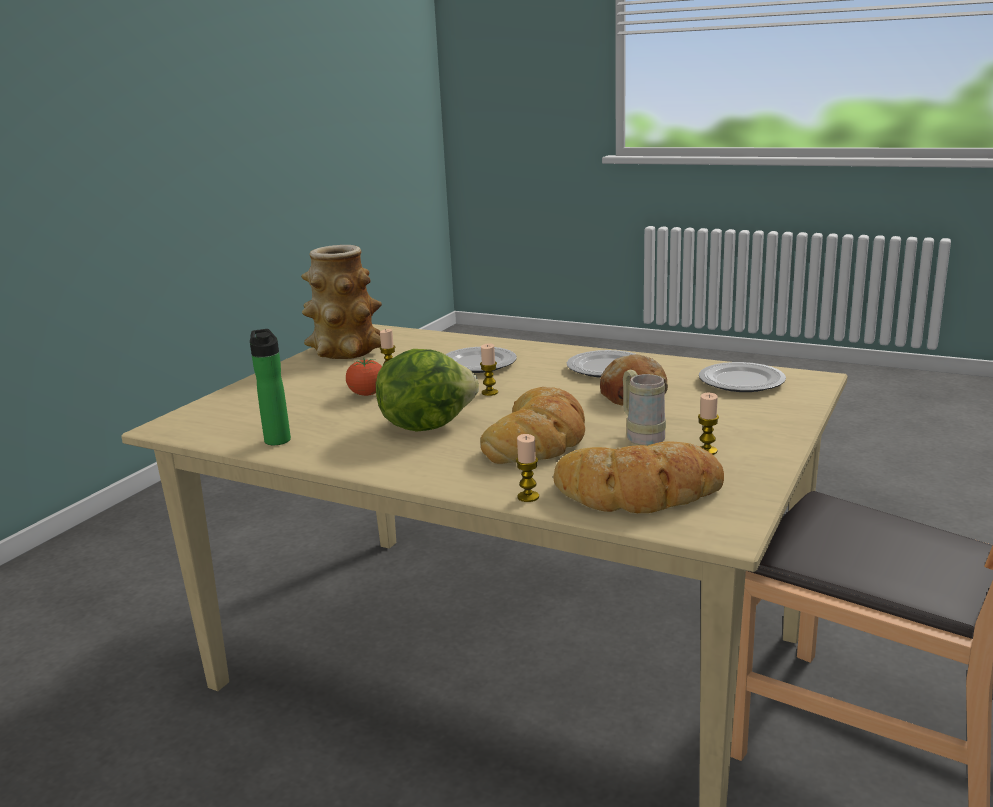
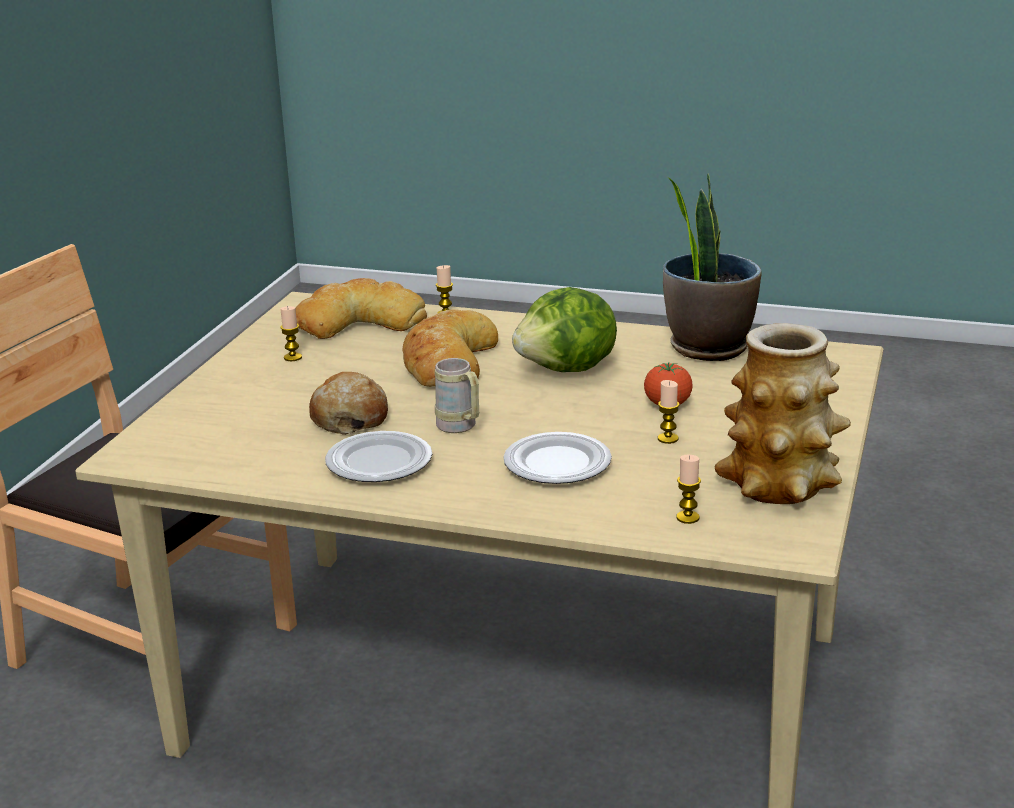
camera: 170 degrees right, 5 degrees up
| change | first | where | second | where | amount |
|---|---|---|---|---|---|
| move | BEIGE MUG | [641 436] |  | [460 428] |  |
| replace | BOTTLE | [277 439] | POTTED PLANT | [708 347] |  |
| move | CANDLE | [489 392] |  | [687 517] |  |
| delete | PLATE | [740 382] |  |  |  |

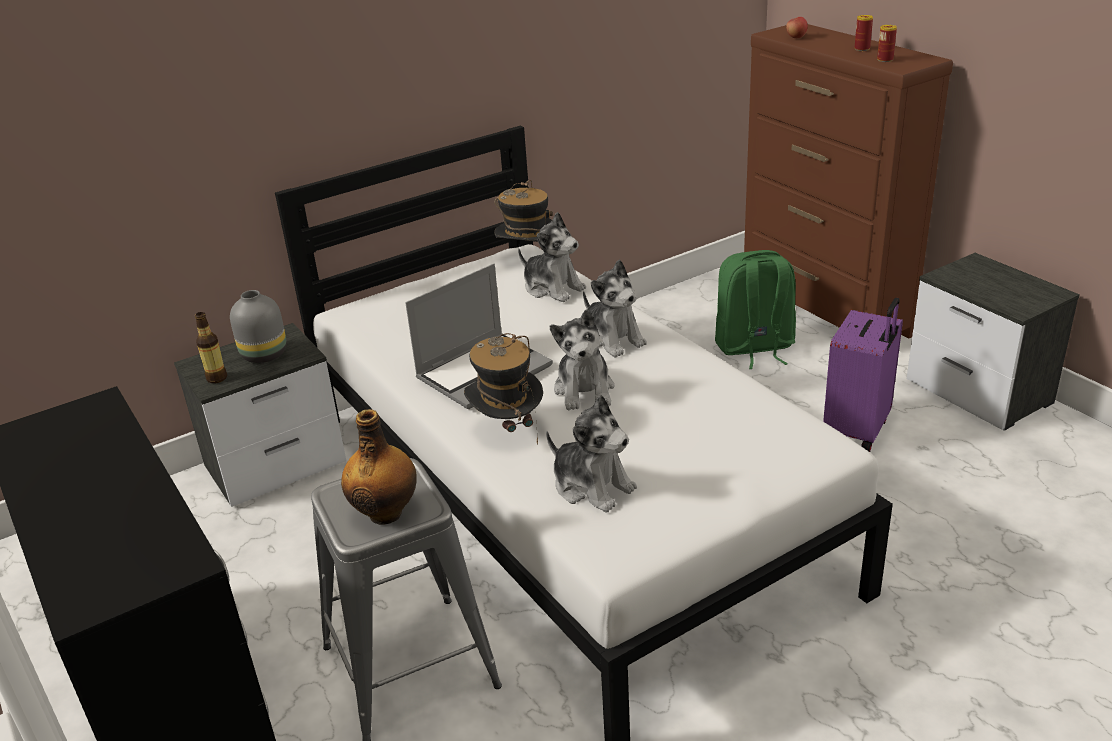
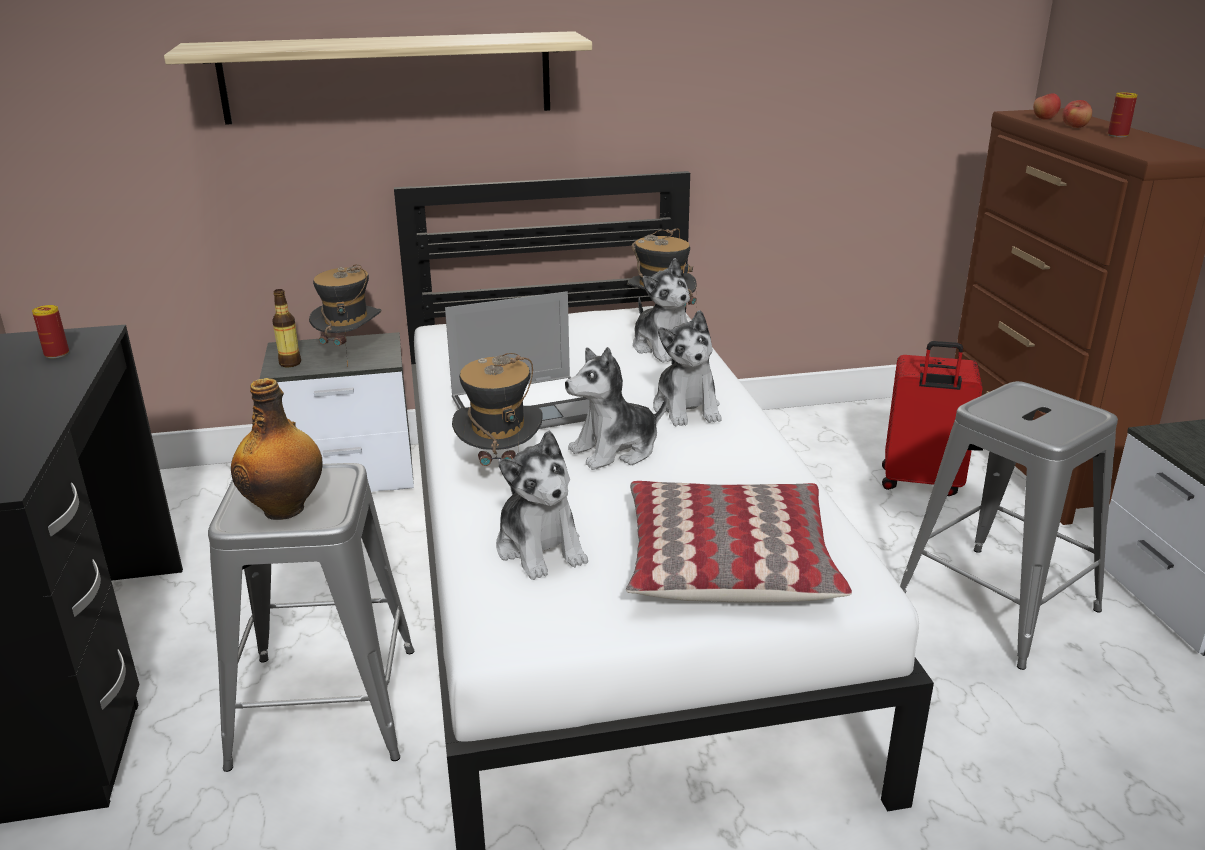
camera: 20 degrees right, 5 degrees down
| change | first | where | second | where | amount |
|---|---|---|---|---|---|
| move | CAN | [885 60] |  | [57 354] |  |
| insert |  |  | SHELF | [388 77] |  |
| replace | GREY VASE | [265 354] | HAT | [350 353] |  |
| rotate | PLUSH TOY | [584 390] |  | [615 450] | 45 degrees clockwise |
| insert |  |  | PILLOW | [728 562] |  |
| replace | GREEN BACKPACK | [754 348] | RED SUITCASE | [920 483] |  |
| replace | PURPLE SUITCASE | [858 431] | GREY STOOL | [997 604] |  |
| insert |  |  | APPLE | [1074 127] |  |

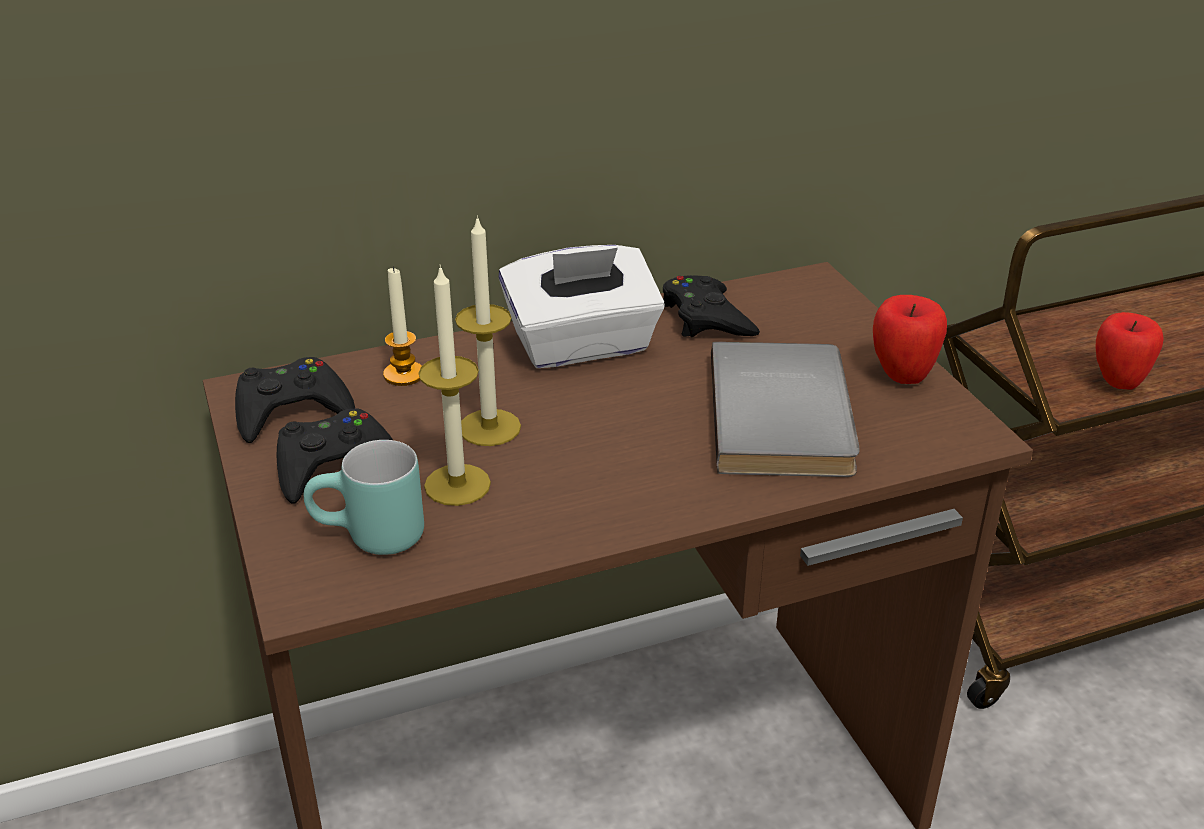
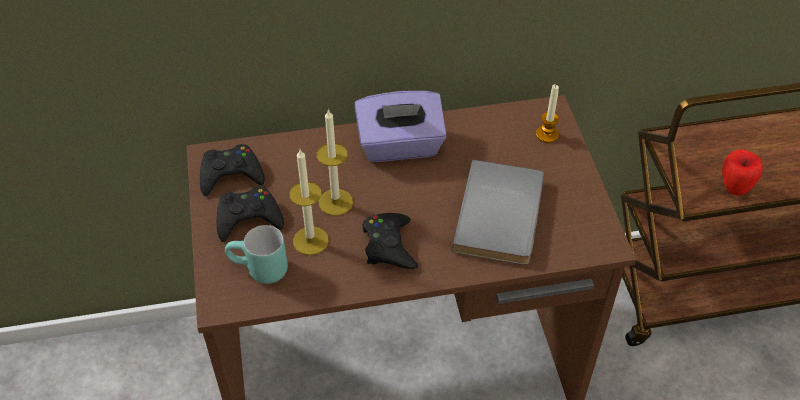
camera: 10 degrees right, 15 degrees up
| change | first | where | second | where | amount |
|---|---|---|---|---|---|
| recolor | WHITE TISSUE BOX | [582 345] | PURPLE TISSUE BOX | [400 146] |  |
| move | BLACK GAME CONTROLLER | [706 318] |  | [389 246] |  |
| move | CANDLE | [404 374] |  | [547 134] |  |
| delete | APPLE | [902 377] |  |  |  |

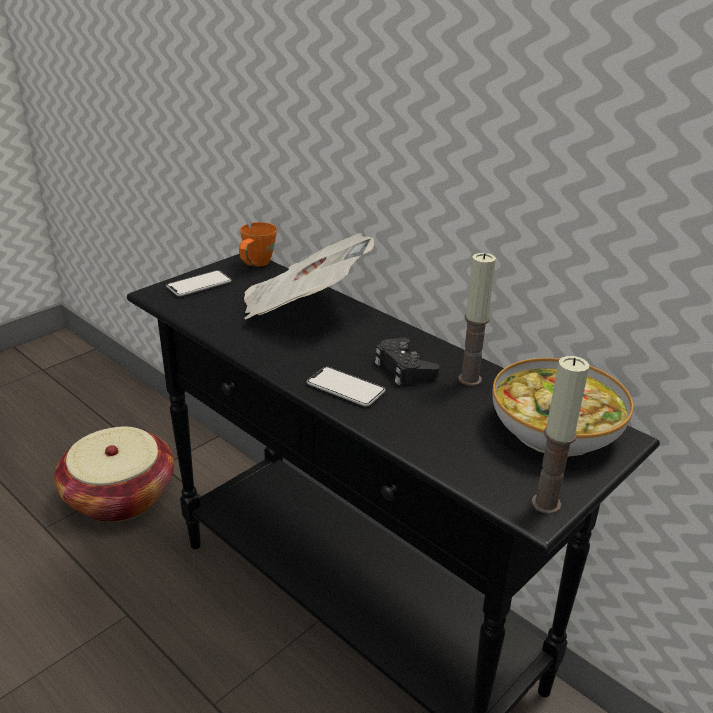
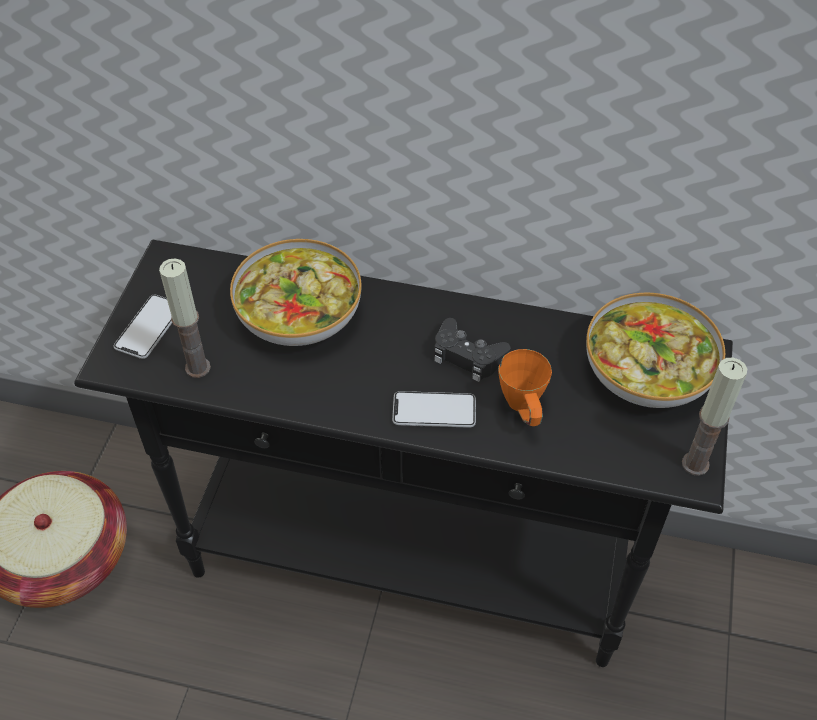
camera: 30 degrees left, 20 degrees up
| change | first | where | second | where | amount |
|---|---|---|---|---|---|
| move | CANDLE | [470 379] |  | [198 367] |  |
| replace | NEWSPAPER | [302 308] | BOWL | [298 313] |  |
| move | ORANGE MUG | [256 266] |  | [523 411] |  |

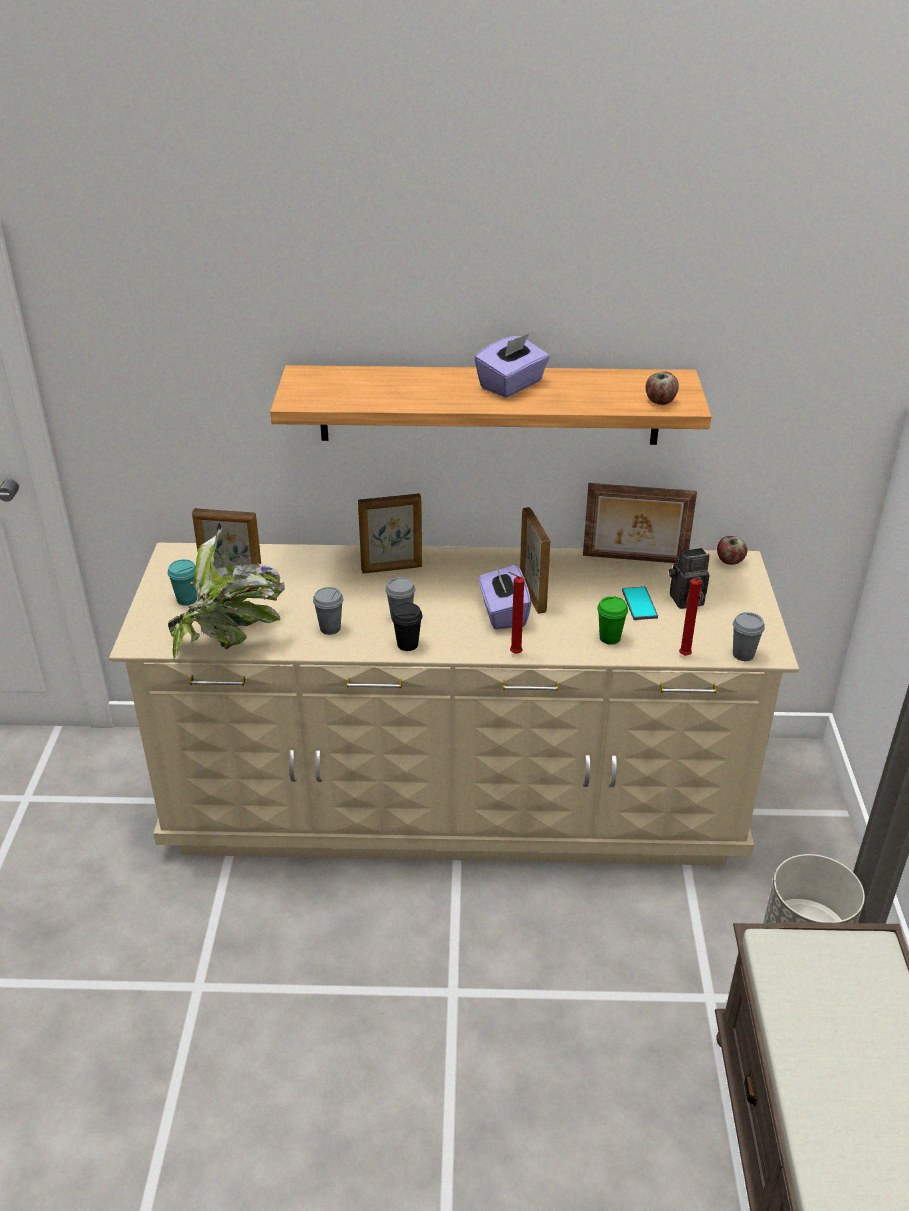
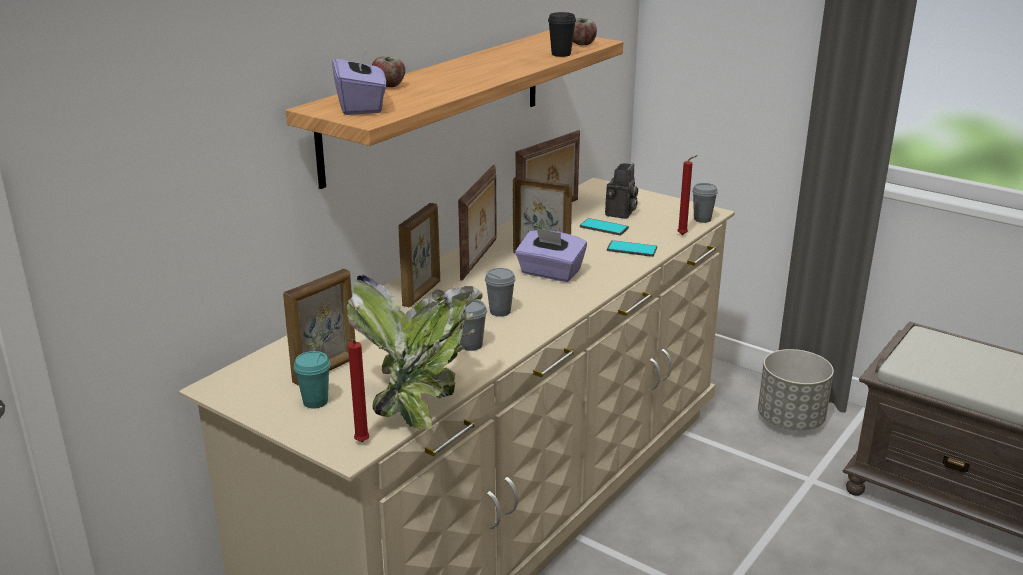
camera: 55 degrees left, 10 degrees down
| change | first | where | second | where | amount |
|---|---|---|---|---|---|
| move | PURPLE TISSUE BOX | [512 385] |  | [361 106] |  |
| move | RED CANDLE | [513 654] |  | [360 443] |  |
| move | APPLE | [729 561] |  | [389 86] |  |
| insert |  |  | PICTURE FRAME | [480 259] |  |
| move | BLACK CUP | [407 644] |  | [561 54] |  |
| replace | GREEN CUP | [609 638] | PHONE | [631 249] |  |

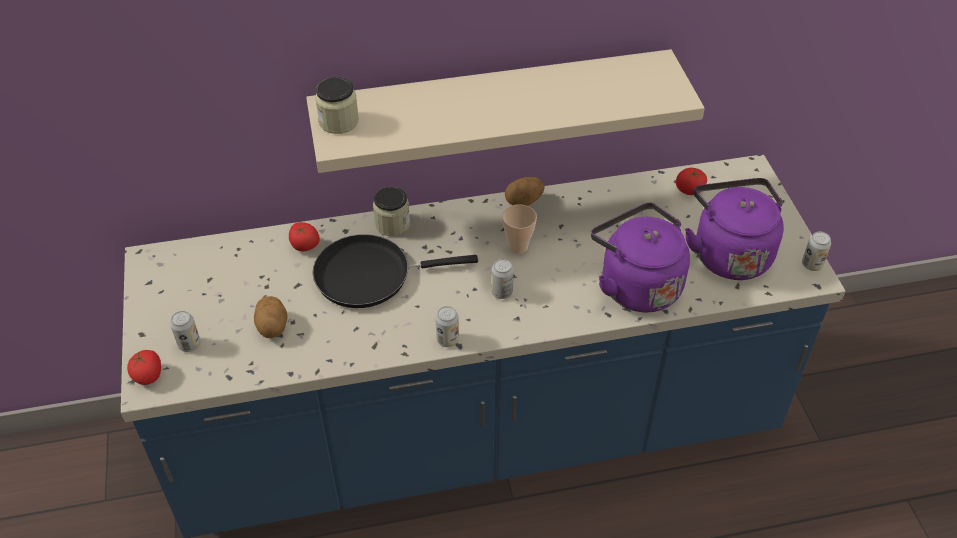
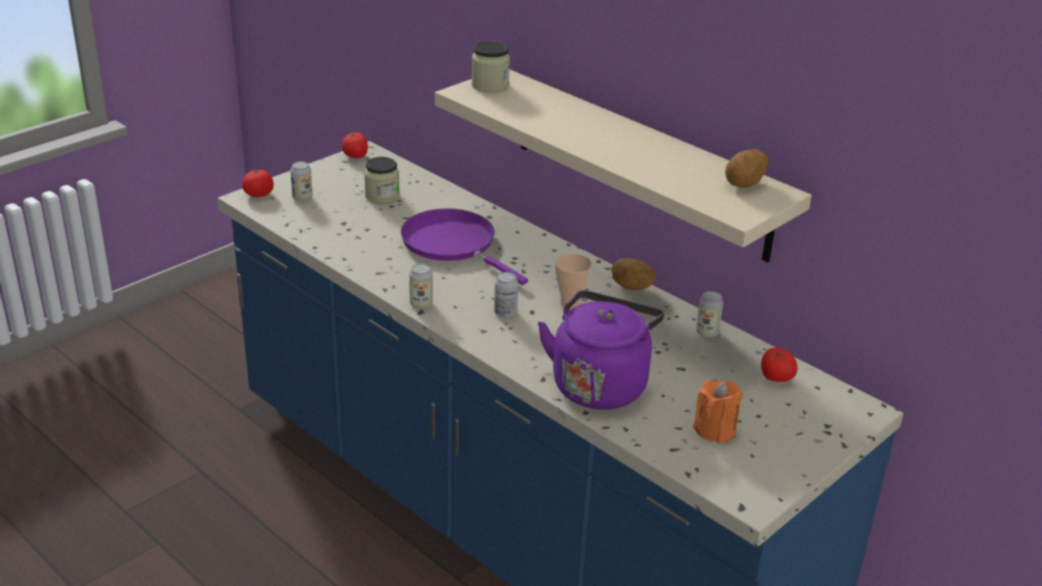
camera: 55 degrees right, 15 degrees down
| change | first | where | second | where | amount |
|---|---|---|---|---|---|
| move | TOMATO | [304 246] |  | [355 156] |  |
| move | JAR | [392 224] |  | [382 196] |  |
| recolor | BLACK FRYING PAN | [370 275] | PURPLE FRYING PAN | [453 244] |  |
| replace | PURPLE KETTLE | [729 253] | ORANGE CANDLE | [715 430] |  |
| move | CAN | [812 265] |  | [707 332] |  |
| move | POTATO | [273 327] |  | [745 184] |  |

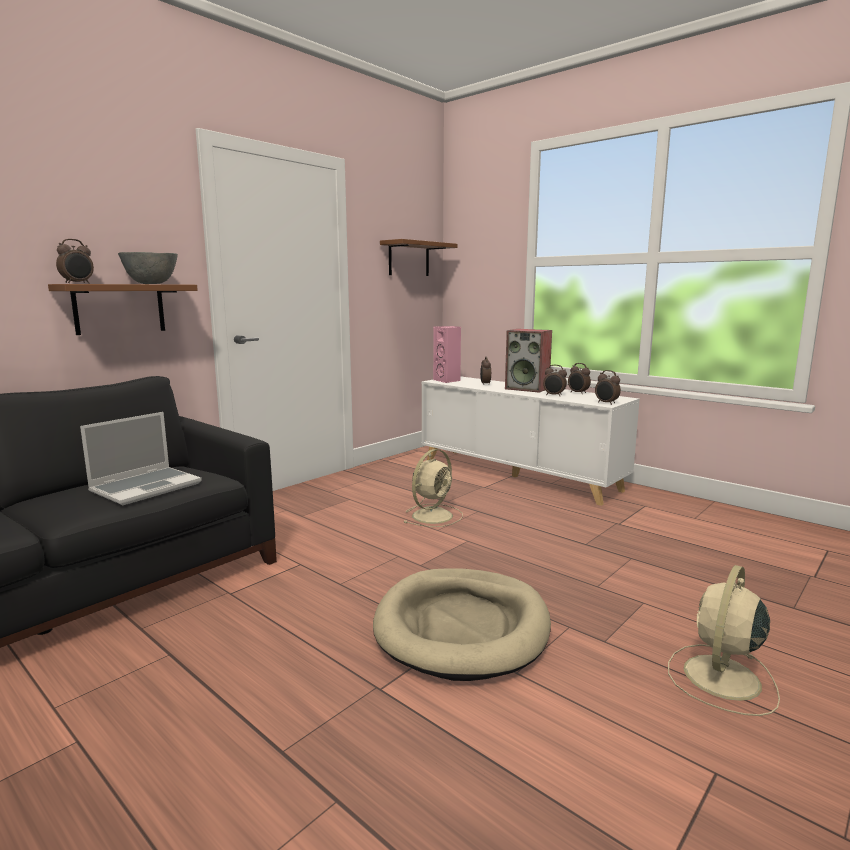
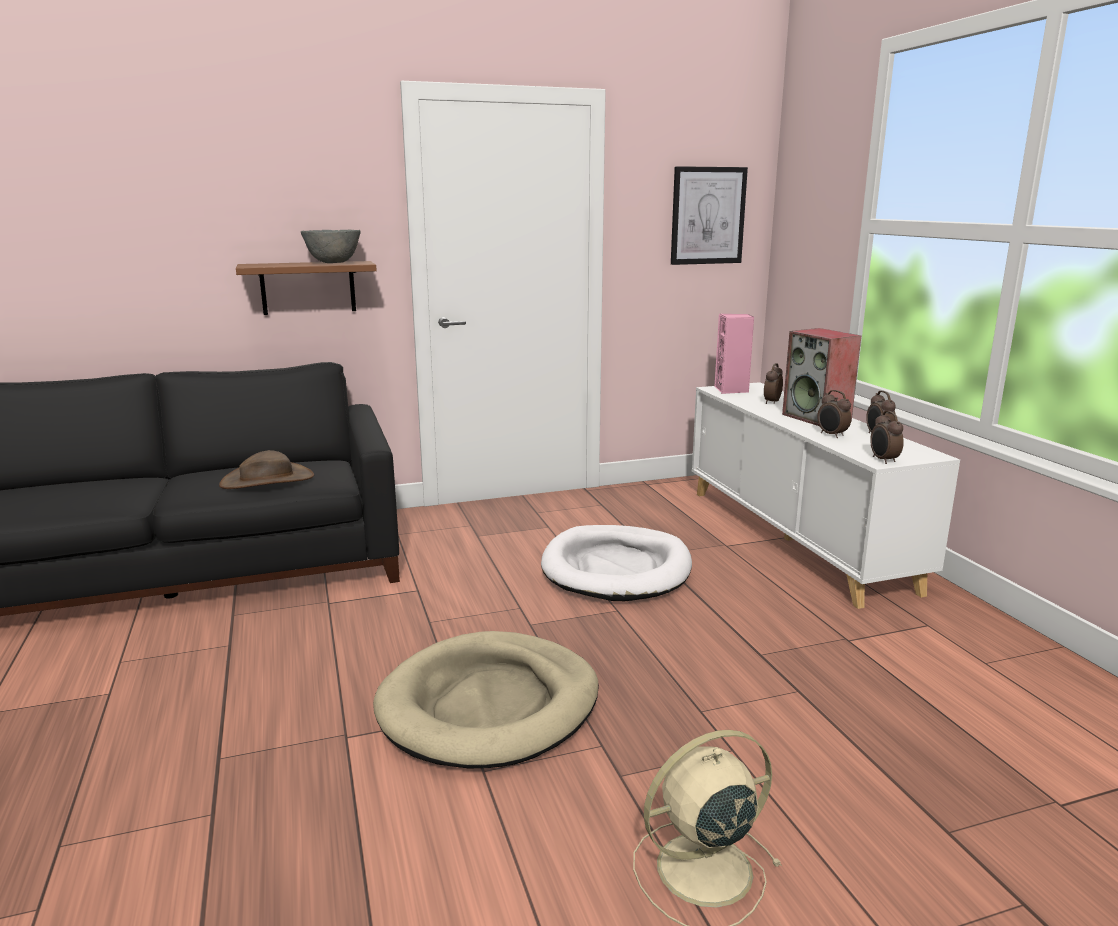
camera: 30 degrees right, 5 degrees up
| change | first | where | second | where | amount |
|---|---|---|---|---|---|
| replace | LAPTOP | [146 487] | BROWN HAT | [267 480] |  |
| replace | BEIGE FAN | [433 515] | WHITE DOG BED | [616 569] |  |
| replace | BROWN SHELF | [409 259] | PICTURE | [708 216] |  |
| delete | ALARM CLOCK | [78 283] |  |  |  |

